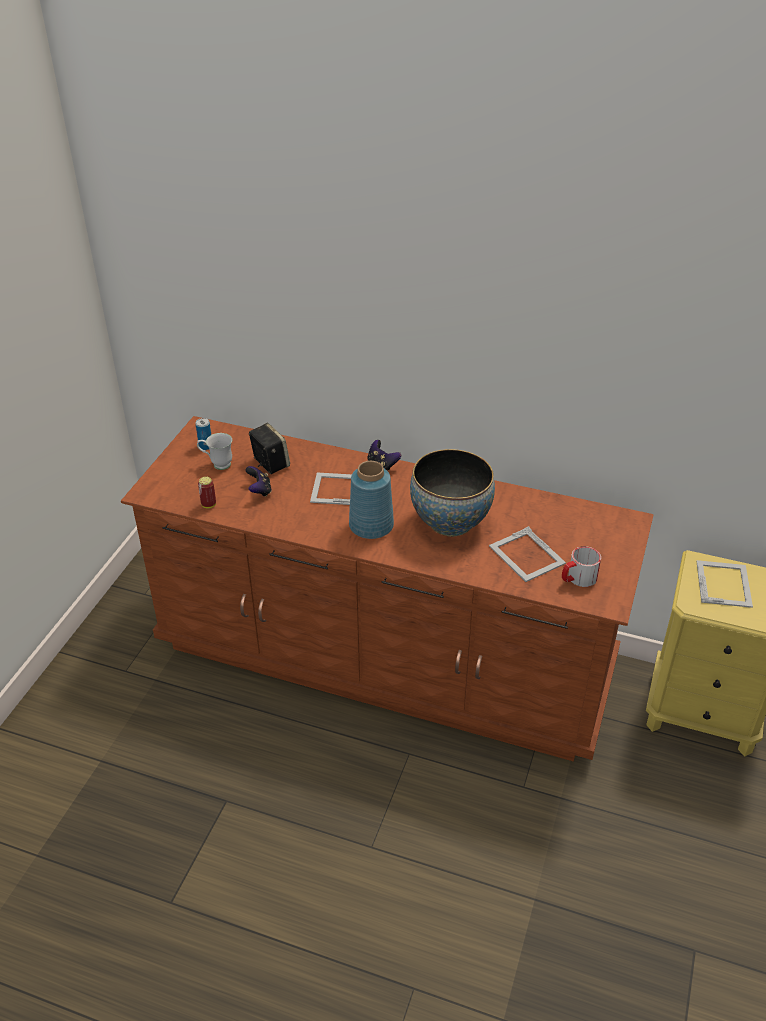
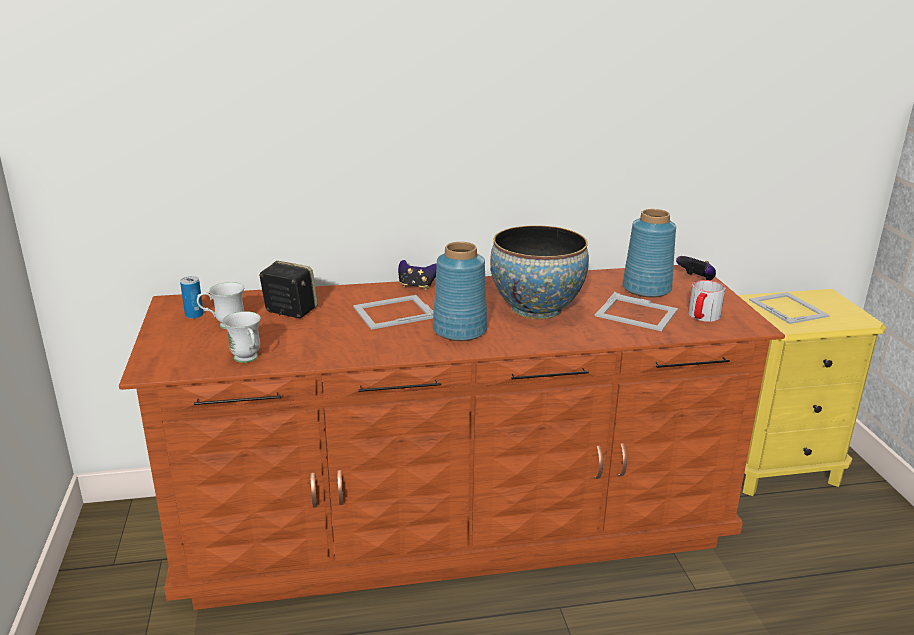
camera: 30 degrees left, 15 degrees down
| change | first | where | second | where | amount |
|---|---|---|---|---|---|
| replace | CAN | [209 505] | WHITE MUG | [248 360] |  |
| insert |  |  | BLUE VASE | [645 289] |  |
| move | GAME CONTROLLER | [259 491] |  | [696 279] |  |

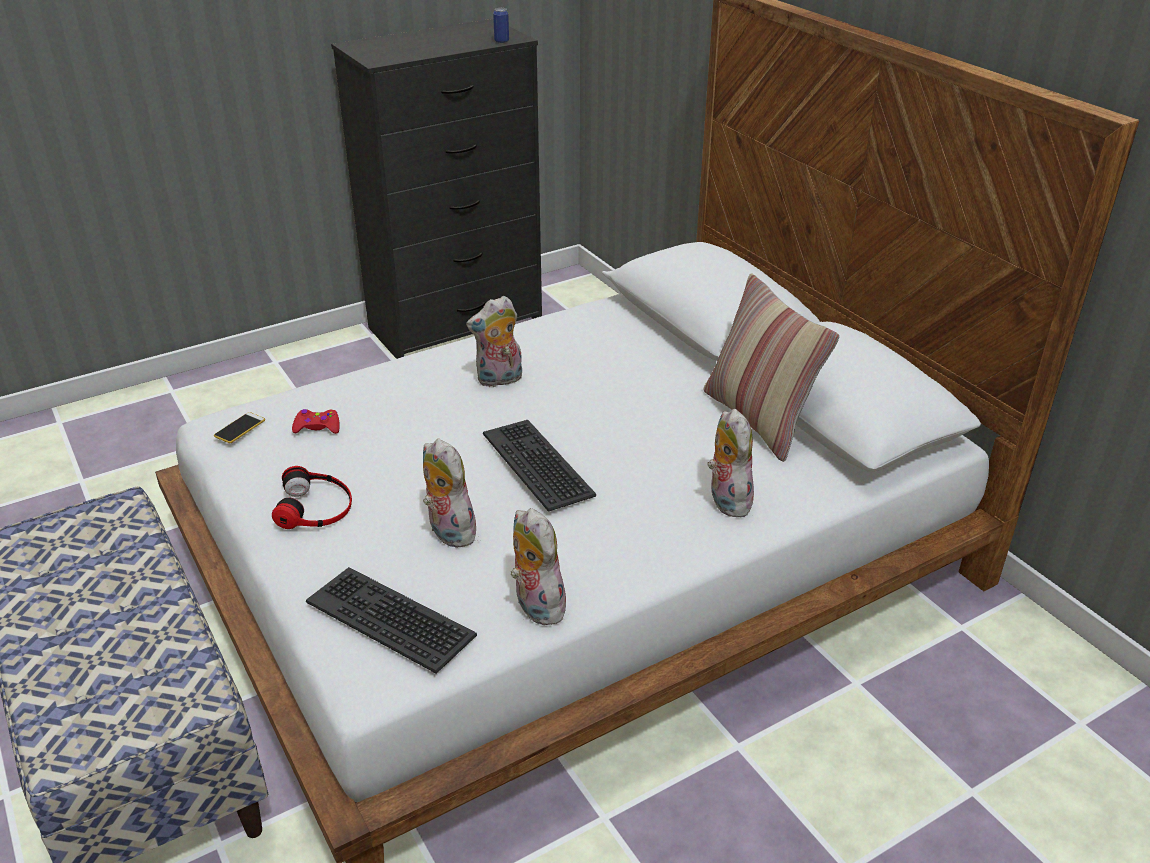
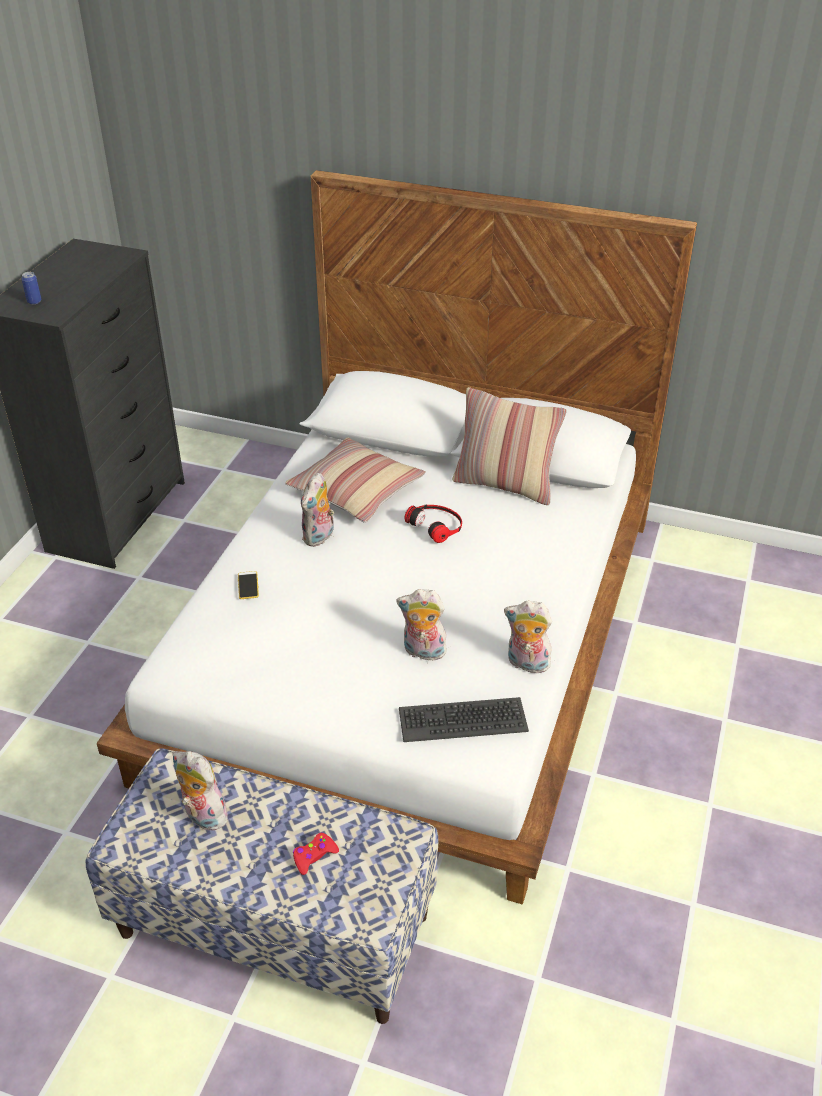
camera: 40 degrees left, 5 degrees up
| change | first | where | second | where | amount |
|---|---|---|---|---|---|
| move | CAN | [501 41] |  | [34 301] |  |
| move | PLUSH TOY | [726 500] |  | [202 816] |  |
| move | PHONE | [240 428] |  | [248 585] |  |
| insert |  |  | PILLOW | [356 490] |  |
| move | RED GAME CONTROLLER | [317 427] |  | [314 856] |  |
| move | HEADPHONES | [315 506] |  | [436 525] |  |
| delete | KEYBOARD | [538 464] |  |  |  |

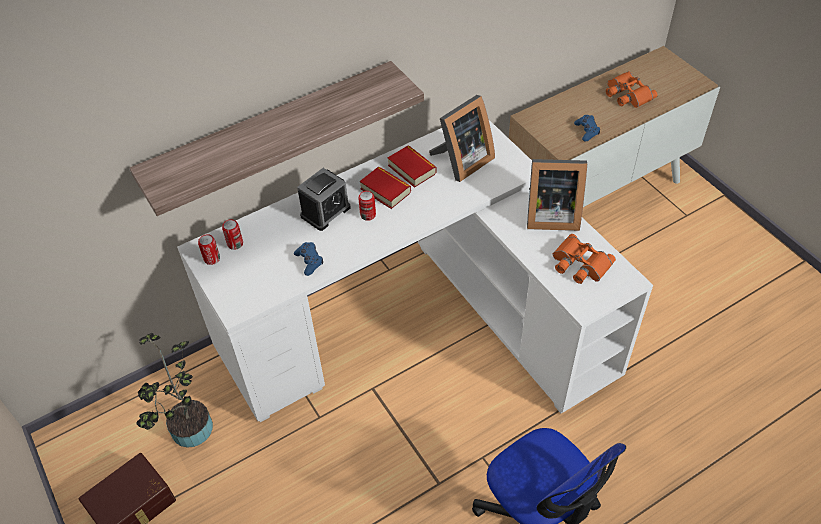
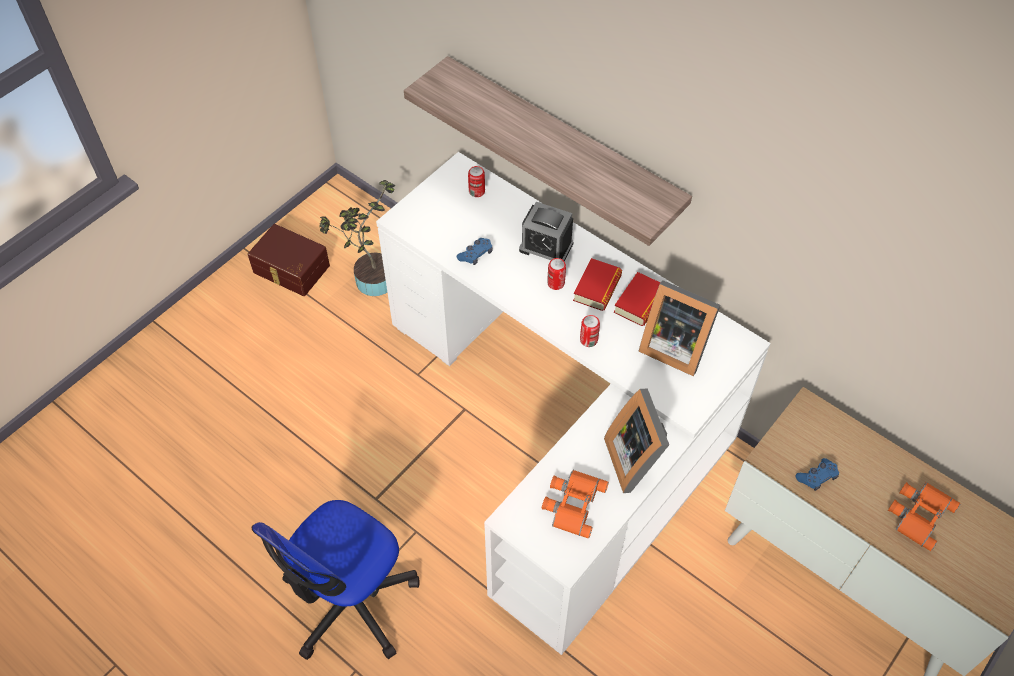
camera: 70 degrees right, 5 degrees up
| change | first | where | second | where | amount |
|---|---|---|---|---|---|
| move | CAN | [212 259] |  | [588 340] |  |

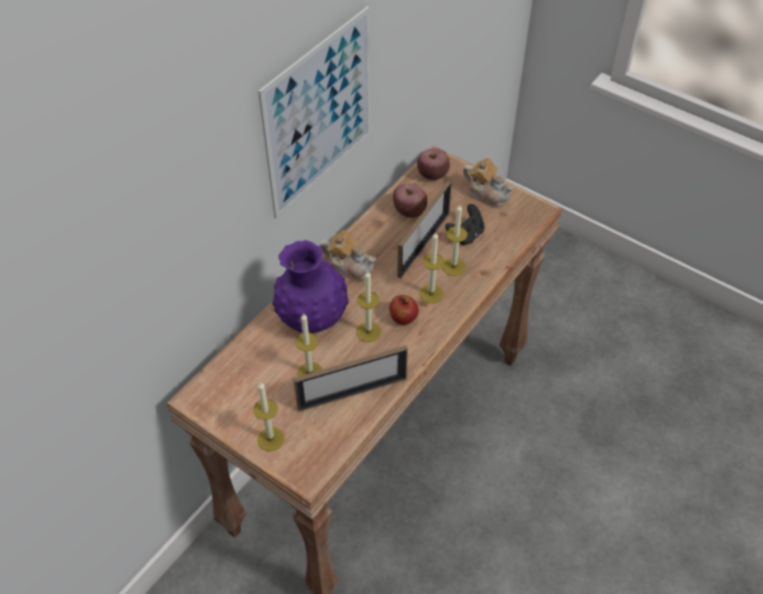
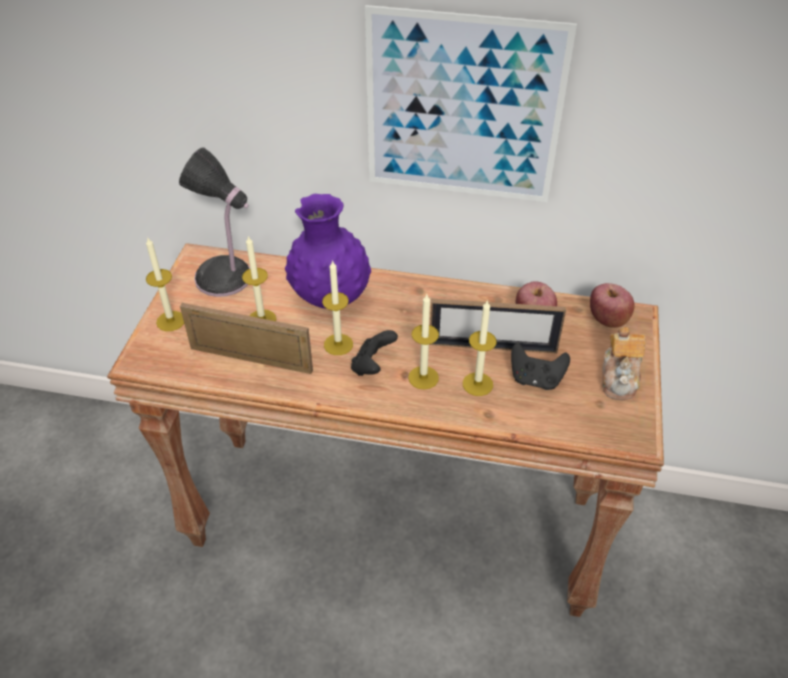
camera: 65 degrees right, 5 degrees down
| change | first | where | second | where | amount |
|---|---|---|---|---|---|
| insert |  |  | TABLE LAMP | [226 279] |  |
| rotate | PICTURE FRAME | [352 393] |  | [251 359] | 150 degrees clockwise |
| replace | APPLE | [403 319] | BLACK GAME CONTROLLER | [372 366] |  |
| delete | TEAPOT | [349 267] |  |  |  |

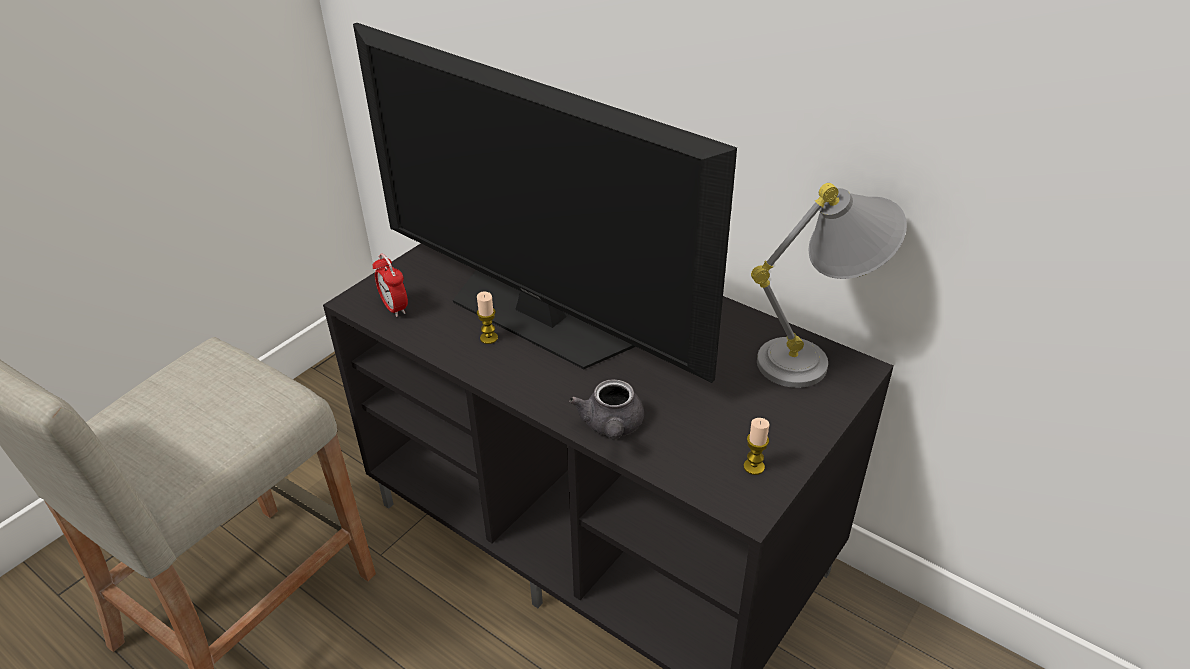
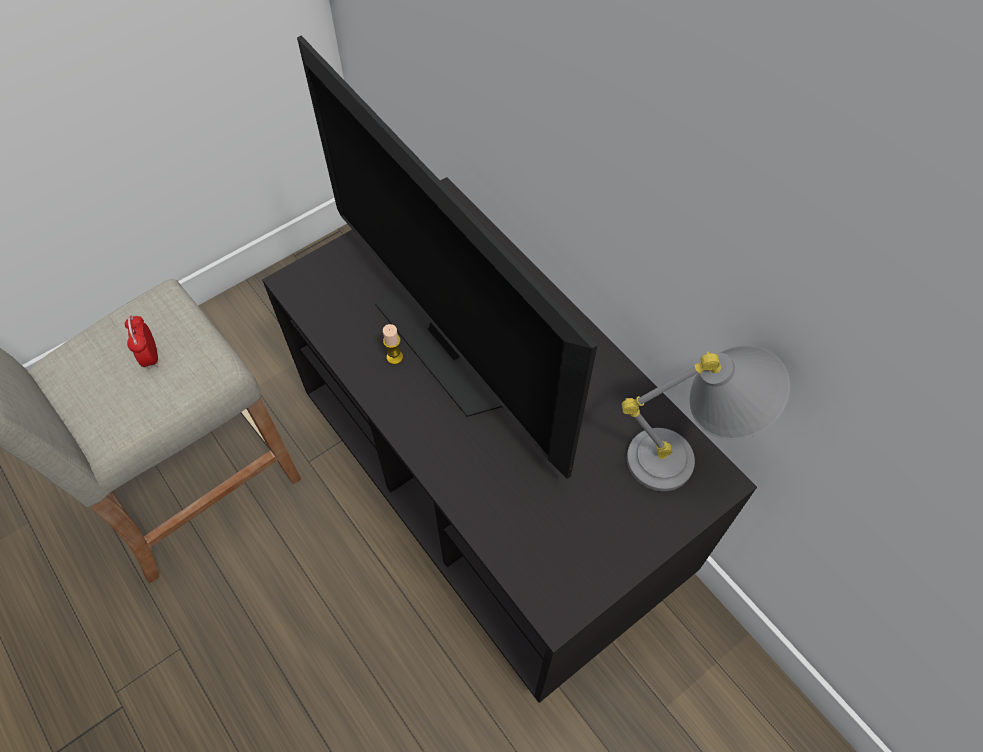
camera: 15 degrees right, 20 degrees up
| change | first | where | second | where | amount |
|---|---|---|---|---|---|
| move | ALARM CLOCK | [394 308] |  | [151 356] |  |
| delete | GREY TEAPOT | [611 427] |  |  |  |
| delete | CANDLE | [754 467] |  |  |  |

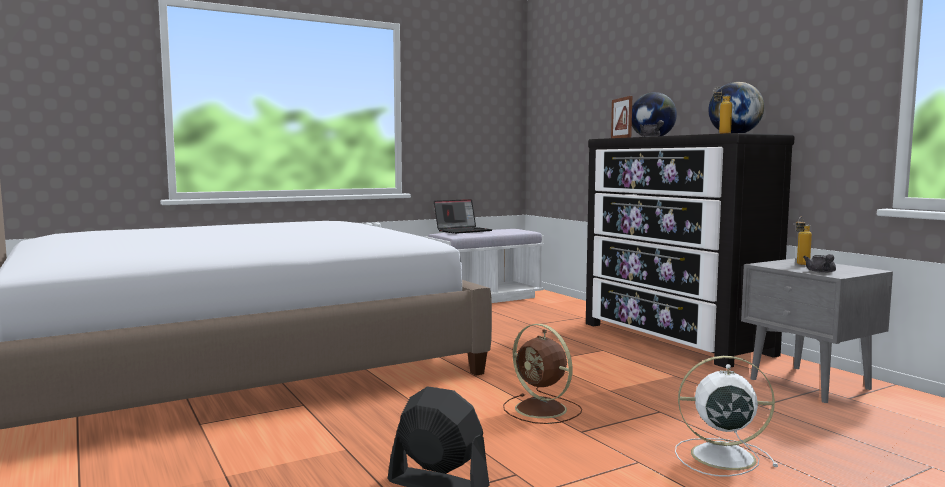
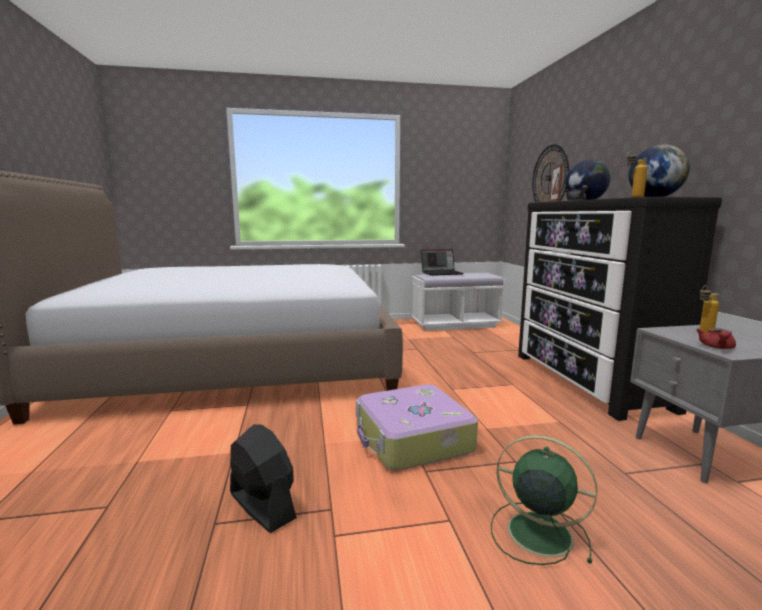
camera: 20 degrees right, 5 degrees up
| change | first | where | second | where | amount |
|---|---|---|---|---|---|
| replace | BROWN FAN | [542 409] | SUITCASE | [412 440] |  |
| recolor | WHITE FAN | [719 456] | GREEN FAN | [536 532] |  |
| insert |  |  | WALL CLOCK | [549 178] |  |
| recolor | GREY TEAPOT | [821 272] | RED TEAPOT | [717 347] |  |

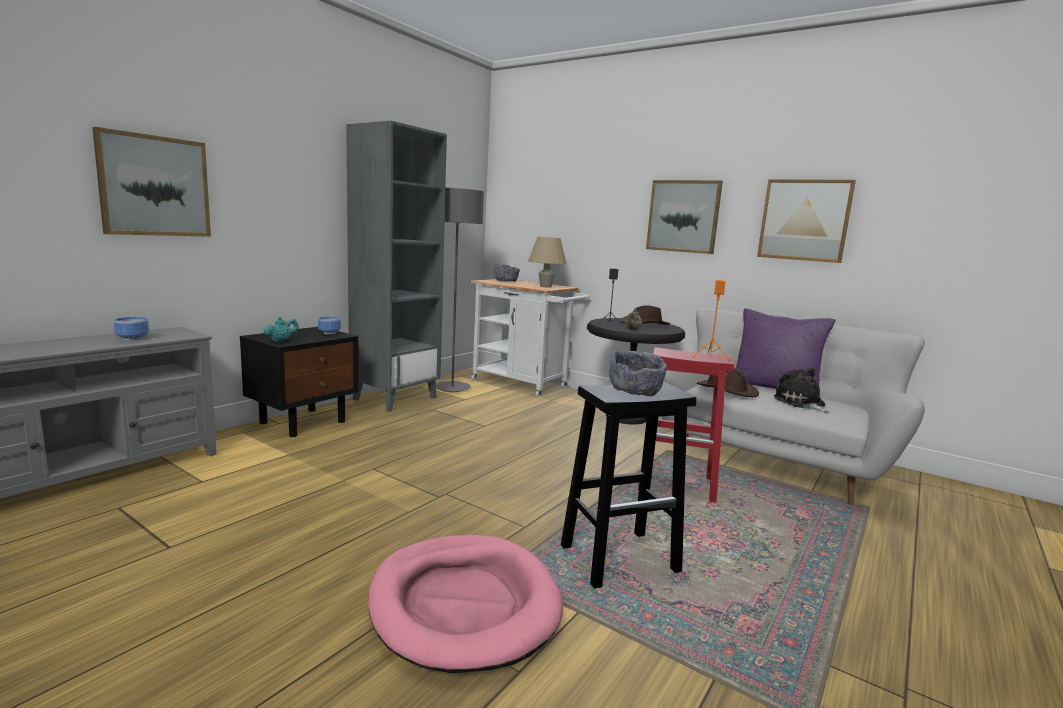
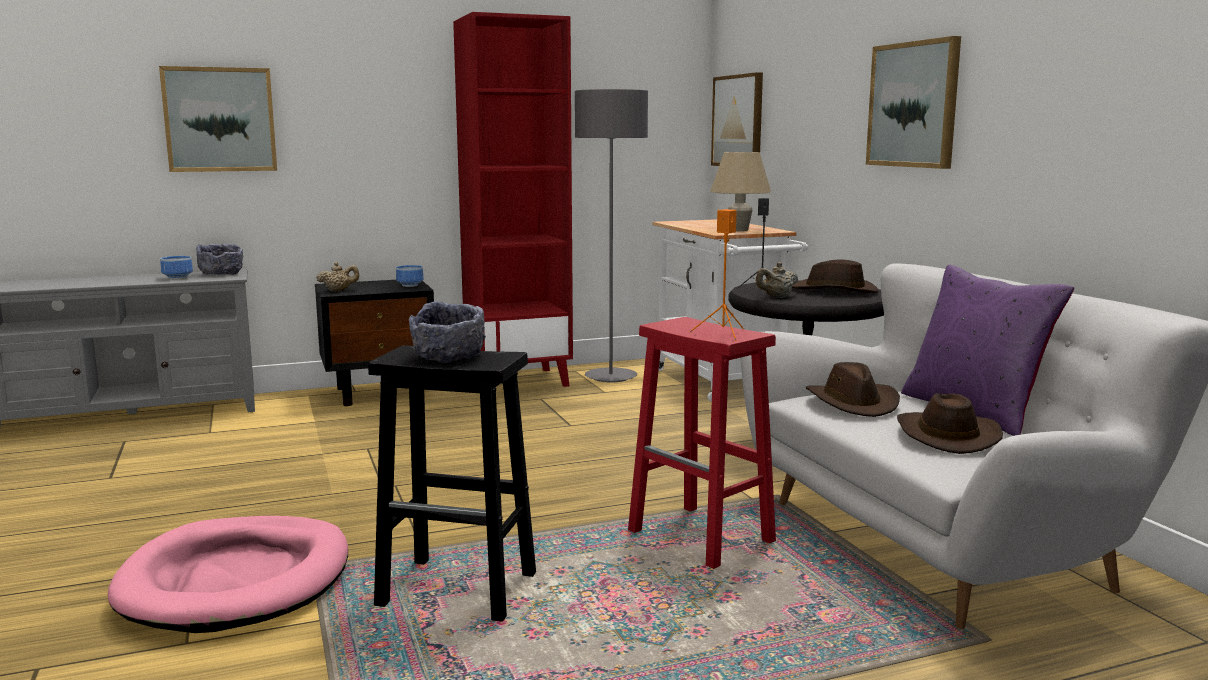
camera: 35 degrees right, 0 degrees up
| change | first | where | second | where | amount |
|---|---|---|---|---|---|
| move | GREY BOWL | [505 281] |  | [221 273] |  |
| recolor | TURQUOISE TEAPOT | [281 341] | BEIGE TEAPOT | [338 290] |  |
| recolor | GREY BOOKCASE | [395 398] | RED BOOKCASE | [518 381] |  |
| move | PICTURE | [804 220] |  | [738 121] |  |
| replace | PLUSH TOY | [800 403] | BROWN HAT | [945 435] |  |

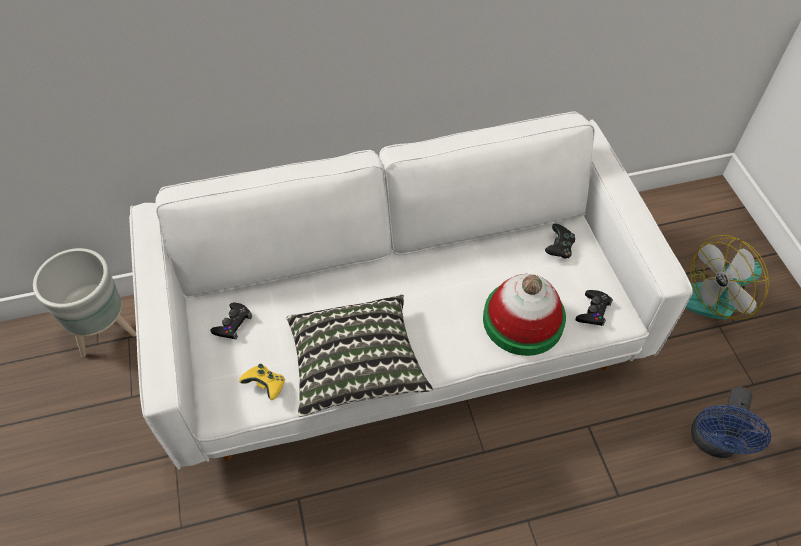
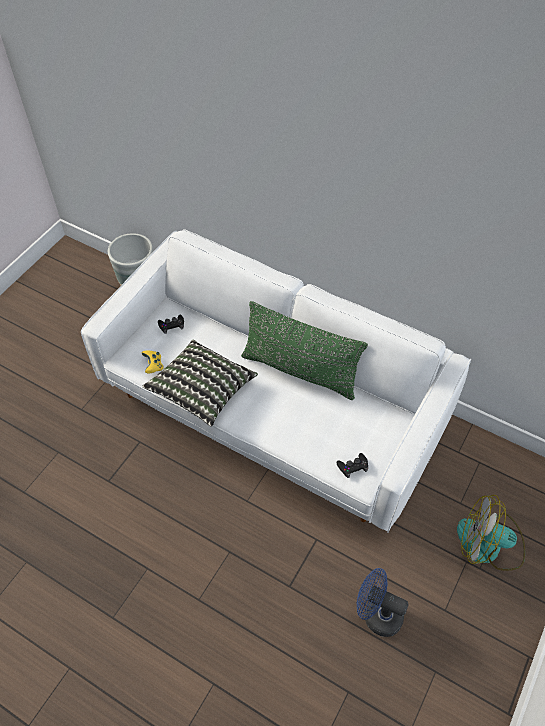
camera: 45 degrees right, 0 degrees up
| change | first | where | second | where | amount |
|---|---|---|---|---|---|
| insert |  |  | GREEN PILLOW | [300 371] |  |
| rotate | BLUE FAN | [713 443] |  | [377 614] | 45 degrees clockwise |
| delete | HAT | [523 320] |  |  |  |
| delete | BLACK GAME CONTROLLER | [559 248] |  |  |  |

